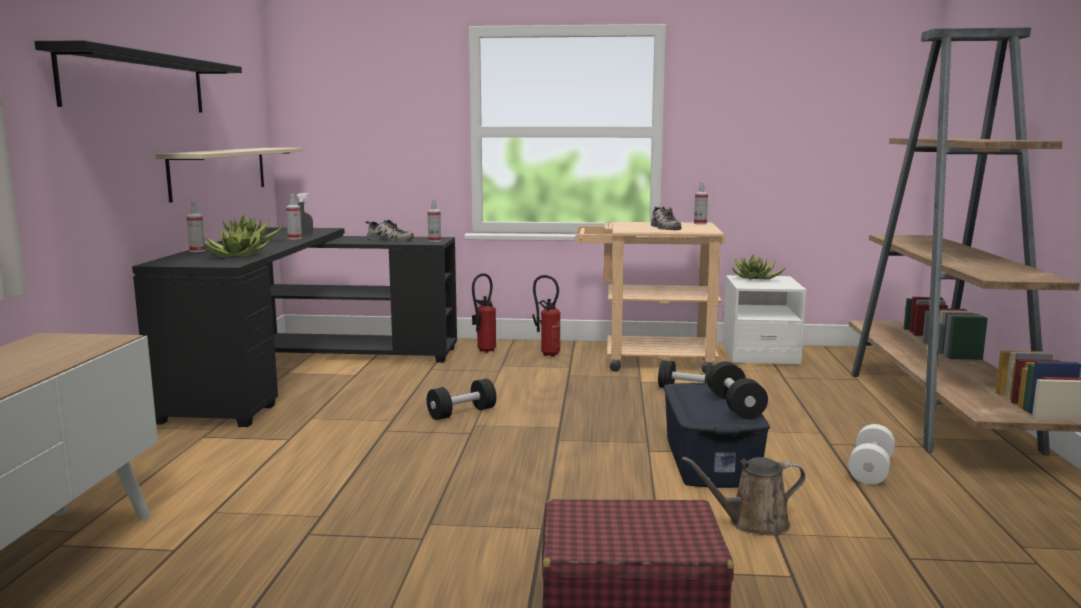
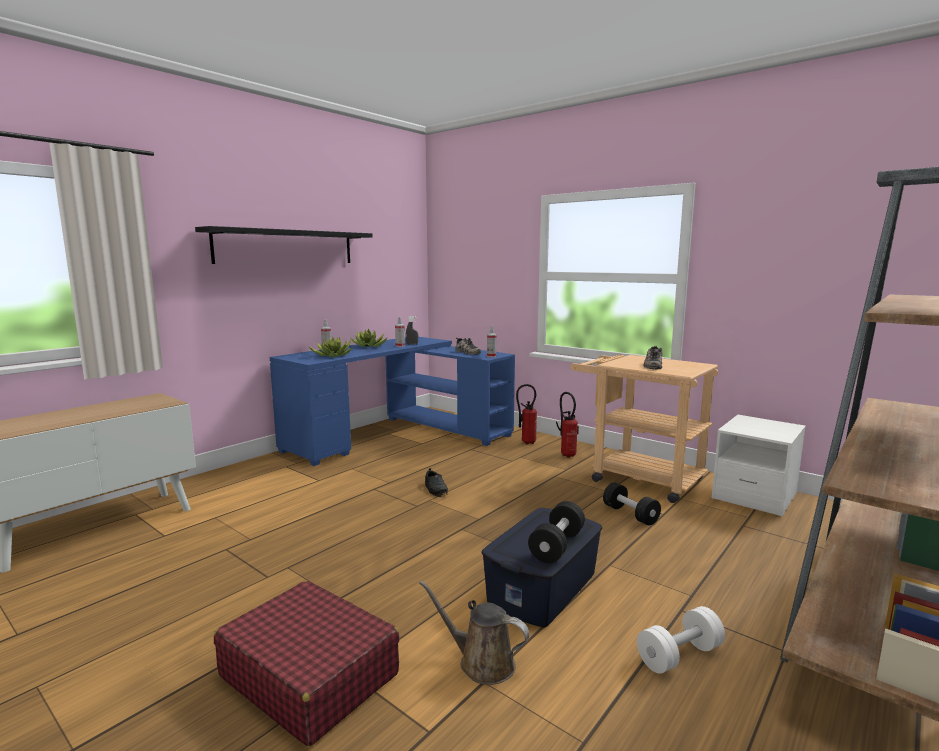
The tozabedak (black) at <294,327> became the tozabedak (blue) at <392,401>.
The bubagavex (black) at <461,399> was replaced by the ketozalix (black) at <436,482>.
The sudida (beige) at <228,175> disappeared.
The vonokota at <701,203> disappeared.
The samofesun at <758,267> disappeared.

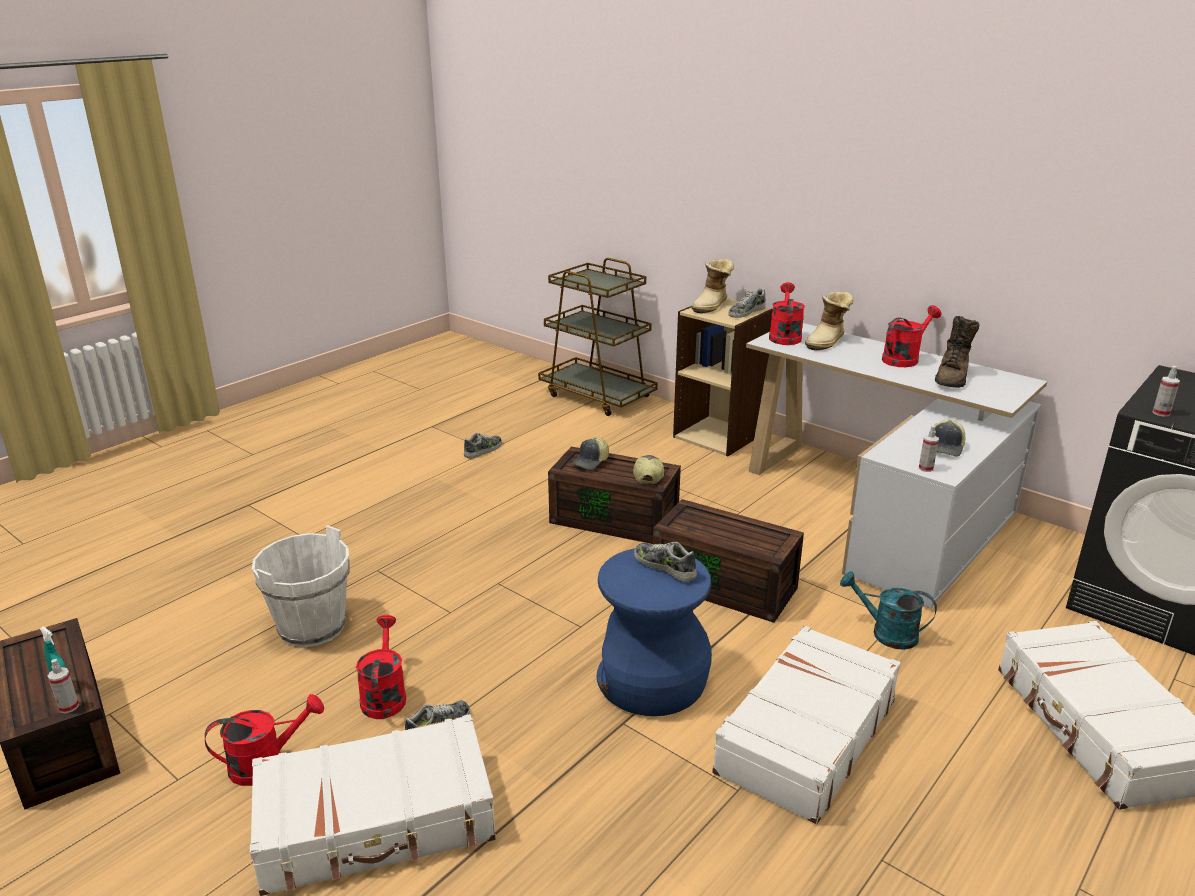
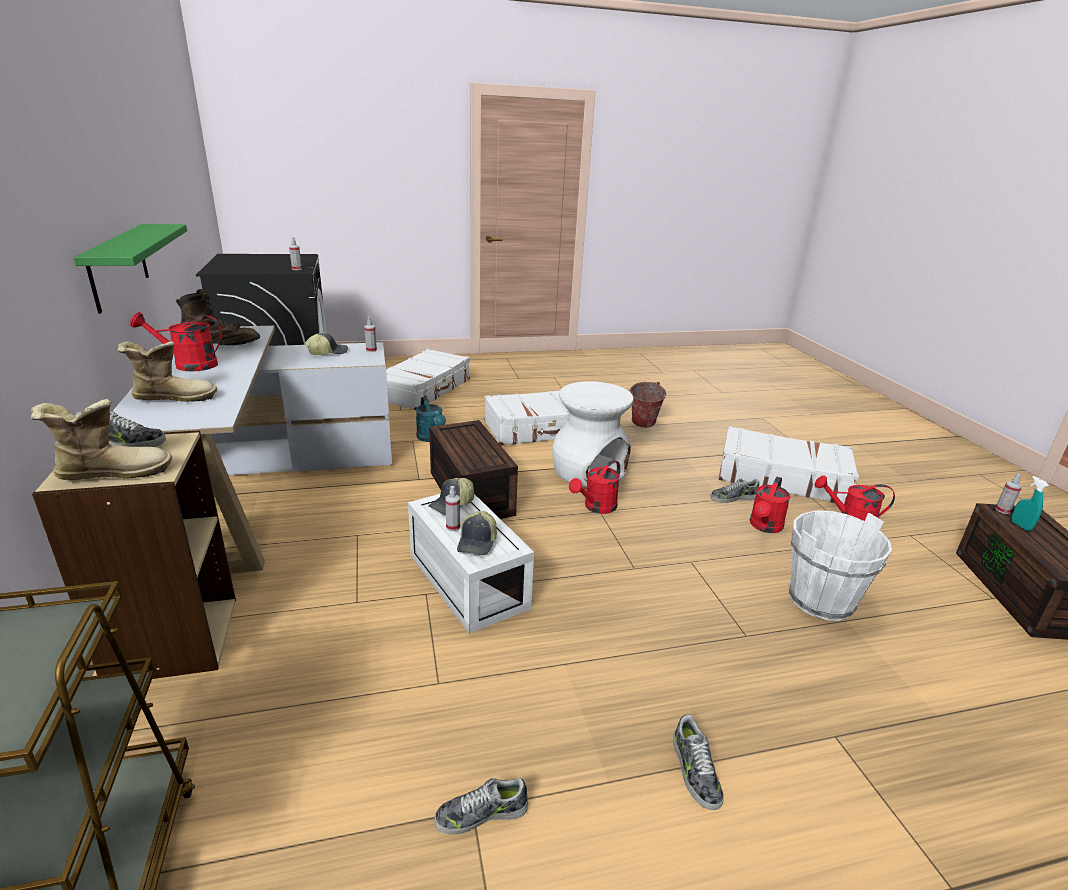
The sudida (green) at <130,269> appeared.
The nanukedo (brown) at <614,495> became the nanukedo (white) at <471,564>.
The vonokota at <452,508> appeared.
The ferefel at <590,454> turned 120 degrees clockwise.
The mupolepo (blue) at <654,632> became the mupolepo (white) at <593,434>.
The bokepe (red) moved from <787,313> to <595,487>.
The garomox at <647,405> appeared.
The ketozalix moved from <665,562> to <698,762>.

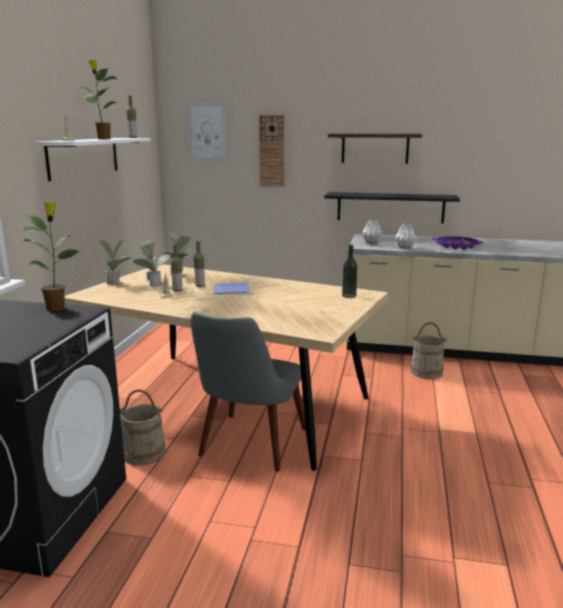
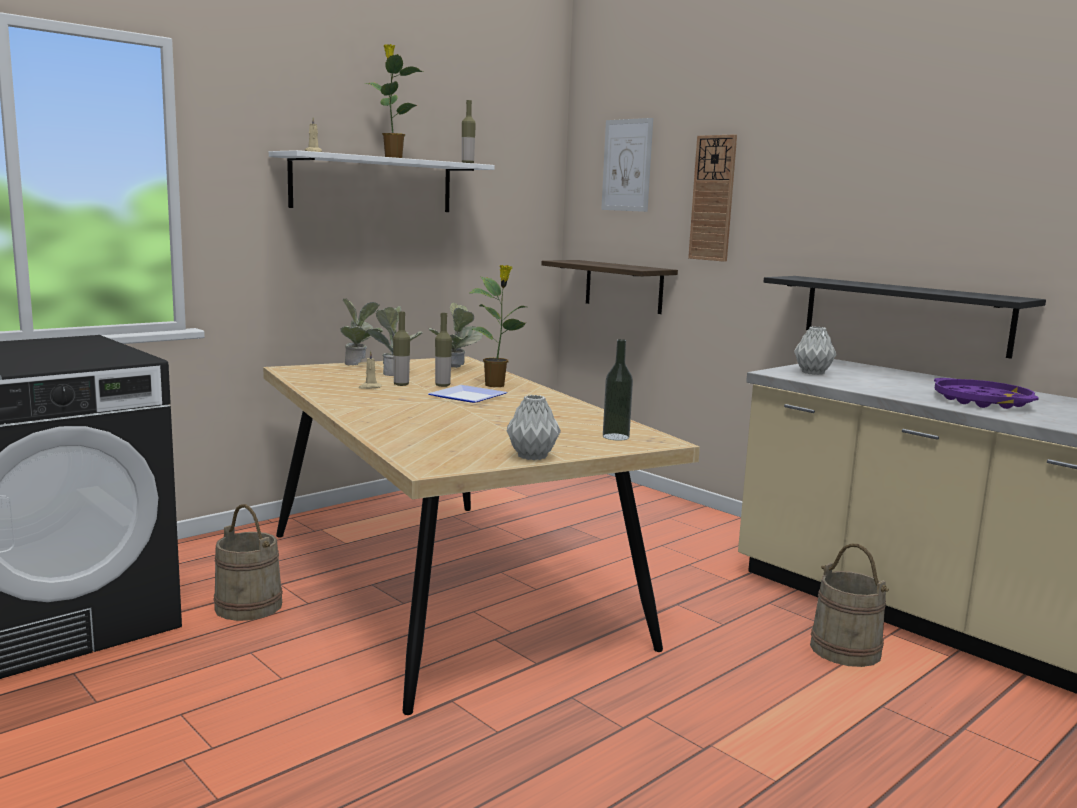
The samofesun moved from <52,256> to <498,326>.
The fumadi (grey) moved from <406,237> to <534,427>.
The sudida moved from <375,148> to <609,287>.
The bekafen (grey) at <248,391> disappeared.

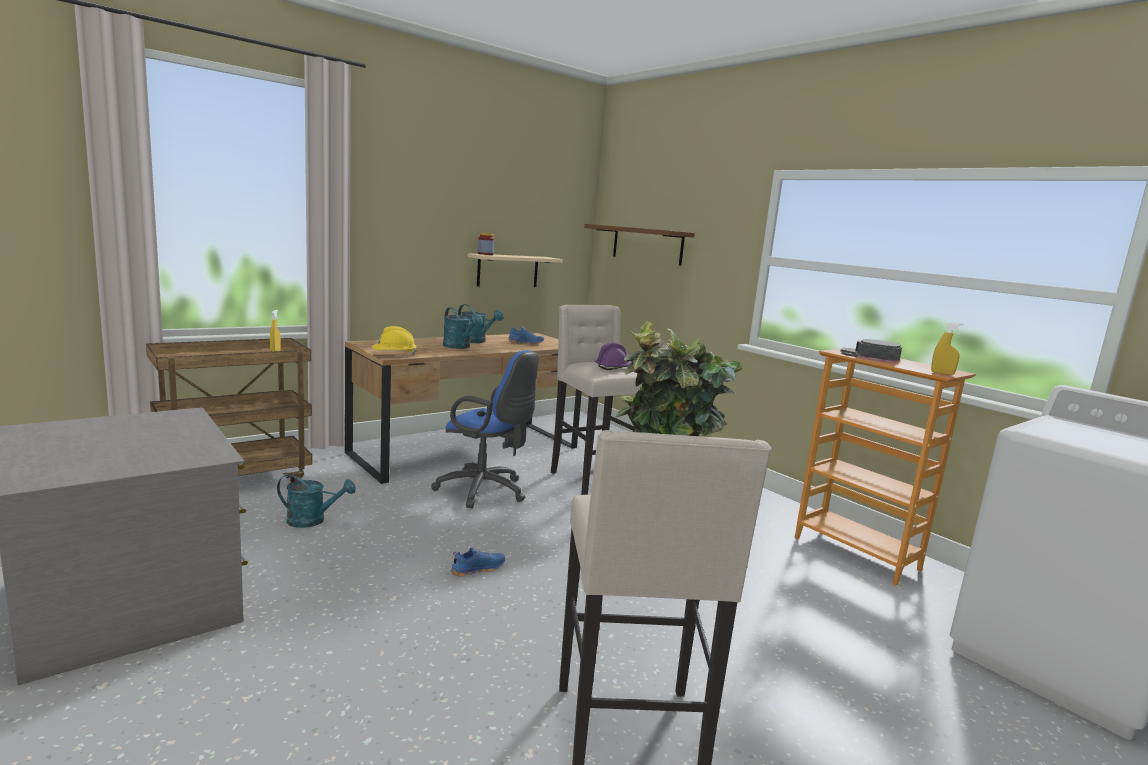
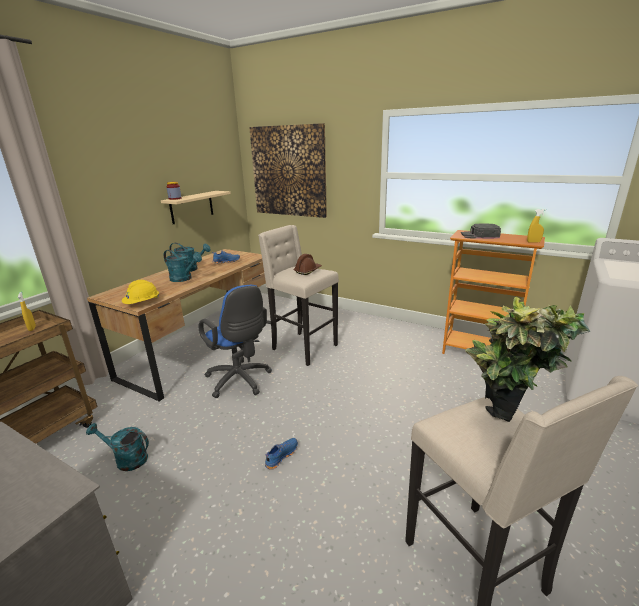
The bokepe (turquoise) at <316,501> turned 150 degrees counterclockwise.
The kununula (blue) at <485,429> turned 45 degrees clockwise.
The sudida (brown) at <639,245> was replaced by the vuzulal at <288,170>.
The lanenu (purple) at <613,356> became the lanenu (brown) at <307,264>.

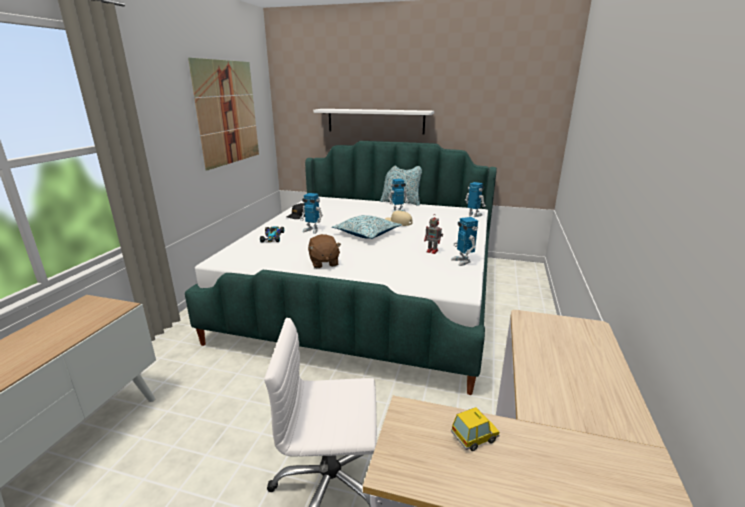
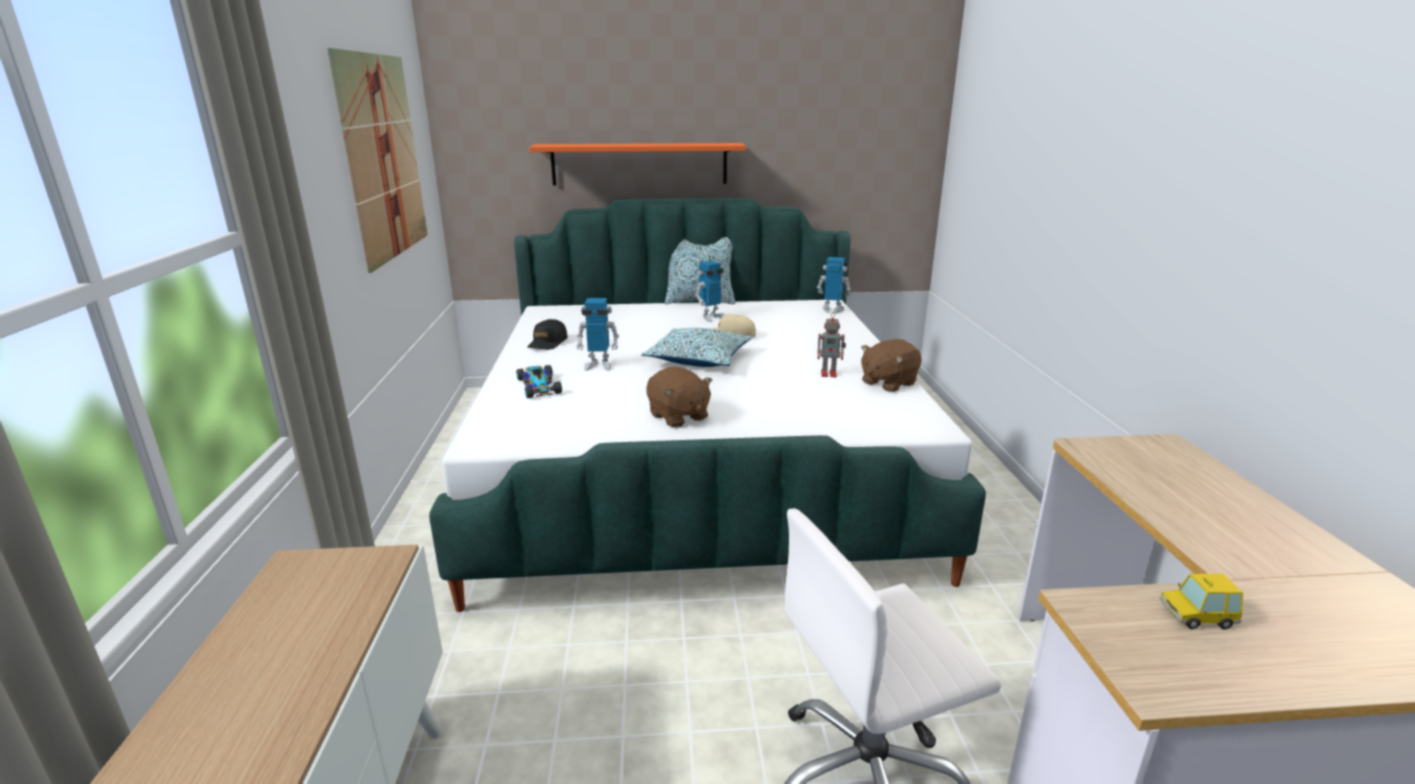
The sudida (white) at <373,122> became the sudida (orange) at <637,164>.
The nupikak at <464,241> was replaced by the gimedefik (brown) at <891,365>.
The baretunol at <475,429> turned 135 degrees counterclockwise.

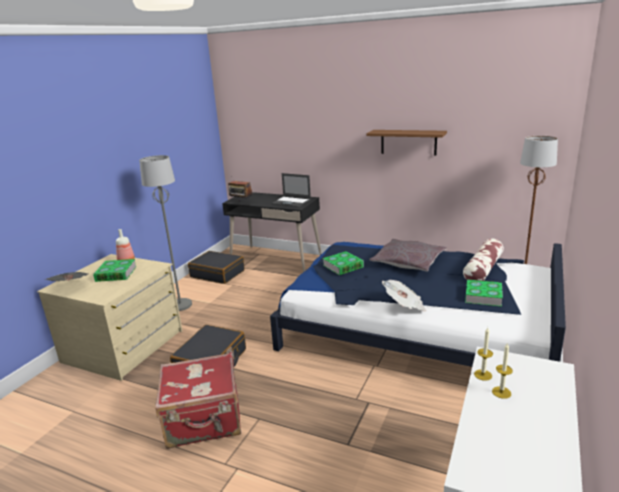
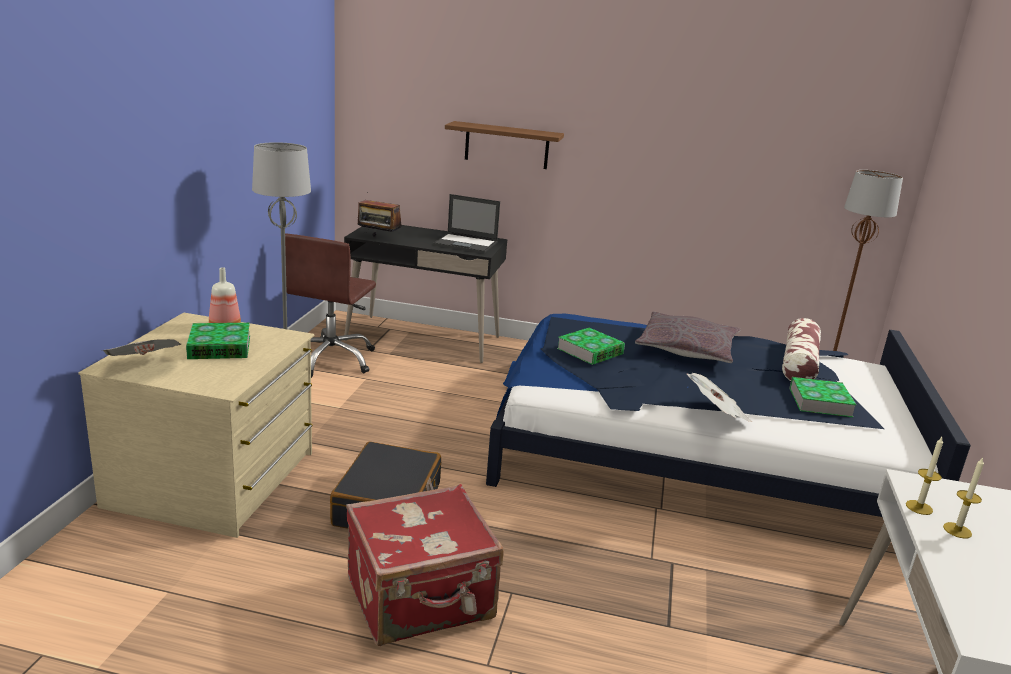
The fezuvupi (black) at <216,267> was replaced by the kununula (brown) at <330,306>.
The sudida (brown) moved from <406,143> to <504,145>.

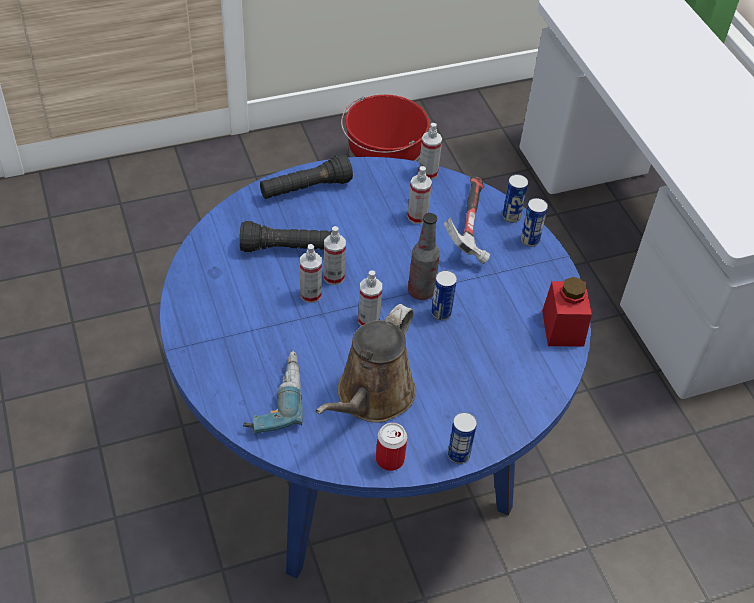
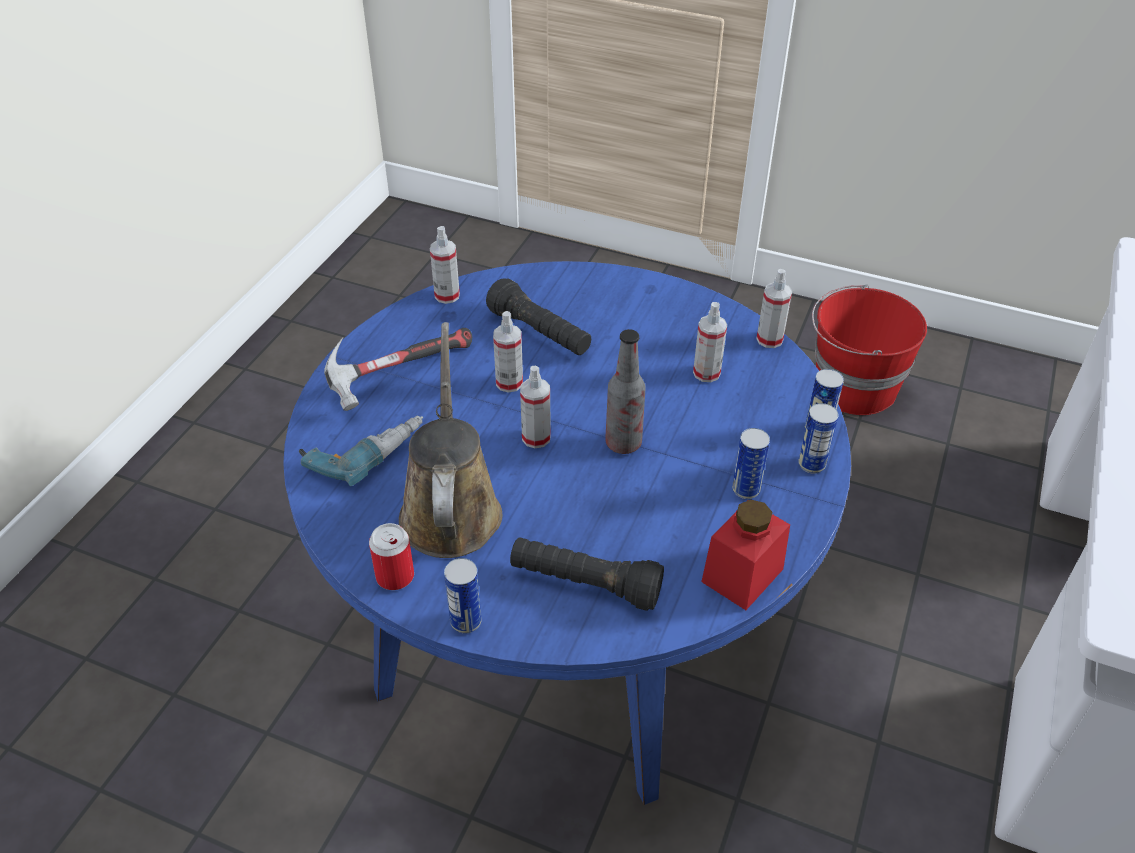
The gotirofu moved from <467,219> to <398,369>.
The bokepe (brown) at <365,363> turned 105 degrees clockwise.
The vonokota moved from <335,255> to <445,265>.
The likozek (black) moved from <306,176> to <587,574>.
The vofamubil moved from <444,295> to <751,463>.

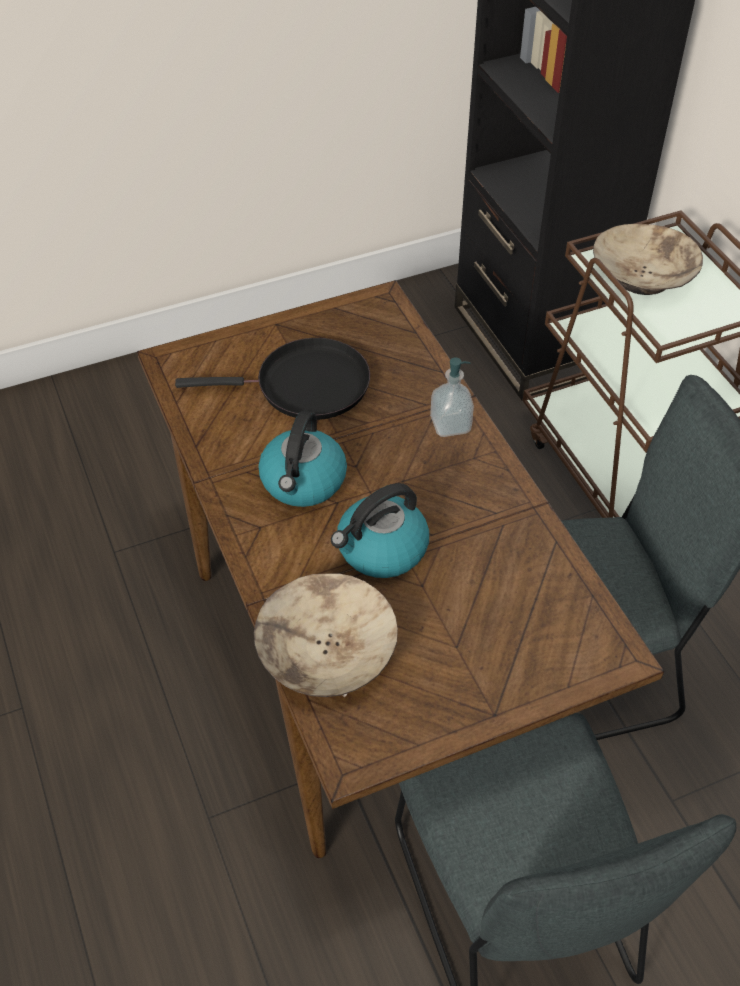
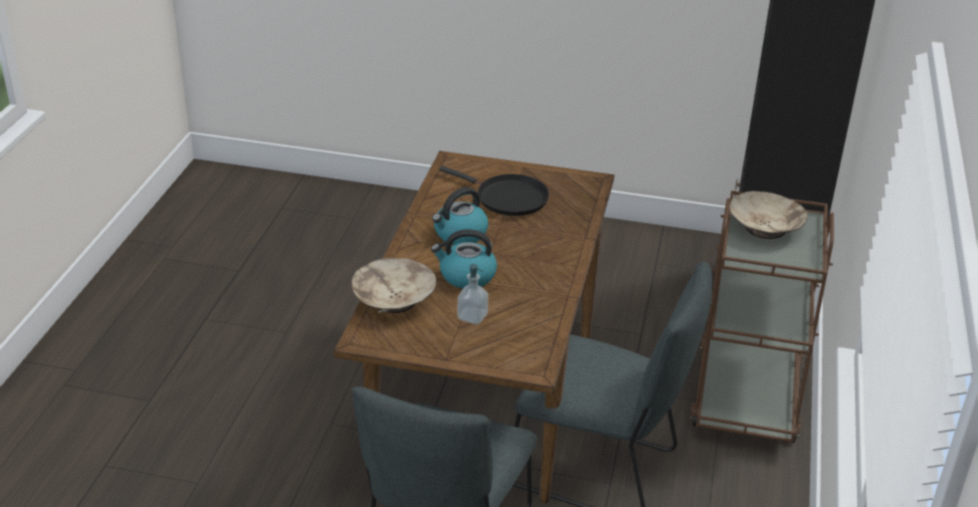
The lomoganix moved from <452,397> to <472,294>.

